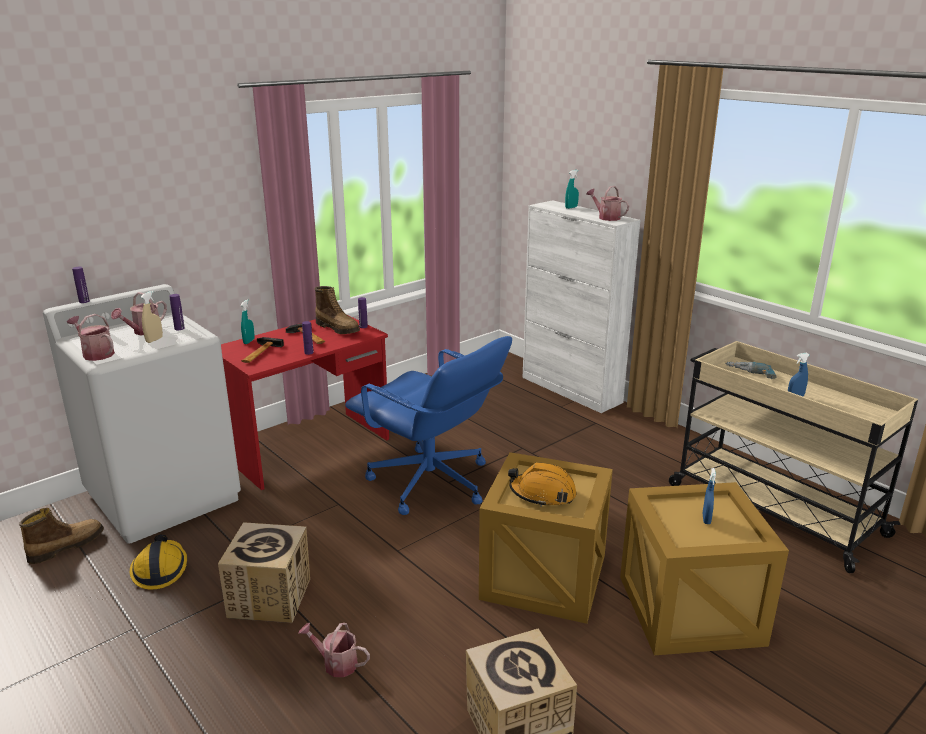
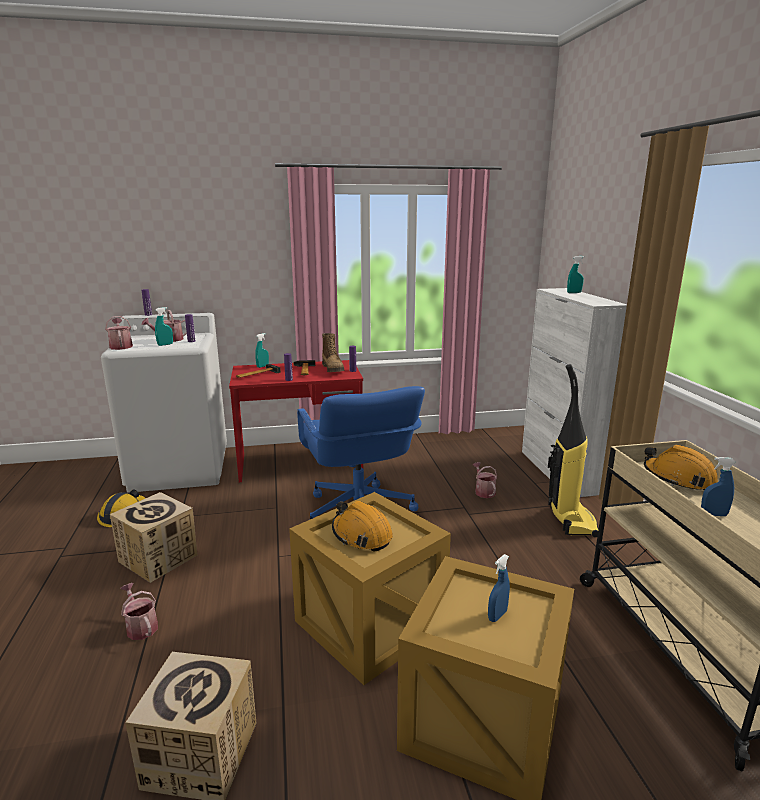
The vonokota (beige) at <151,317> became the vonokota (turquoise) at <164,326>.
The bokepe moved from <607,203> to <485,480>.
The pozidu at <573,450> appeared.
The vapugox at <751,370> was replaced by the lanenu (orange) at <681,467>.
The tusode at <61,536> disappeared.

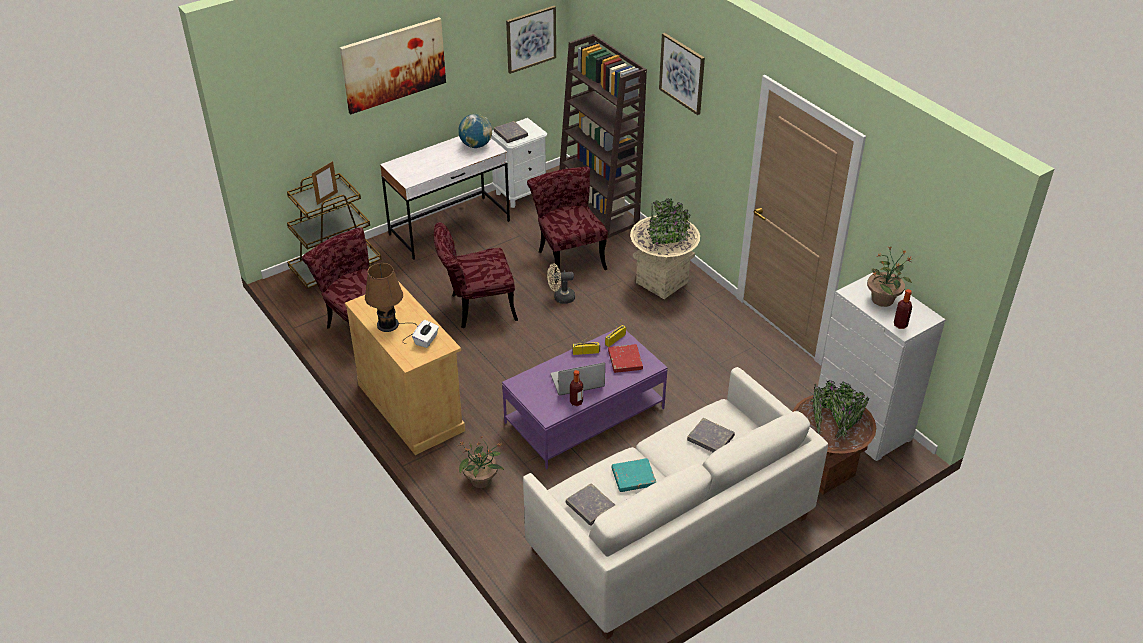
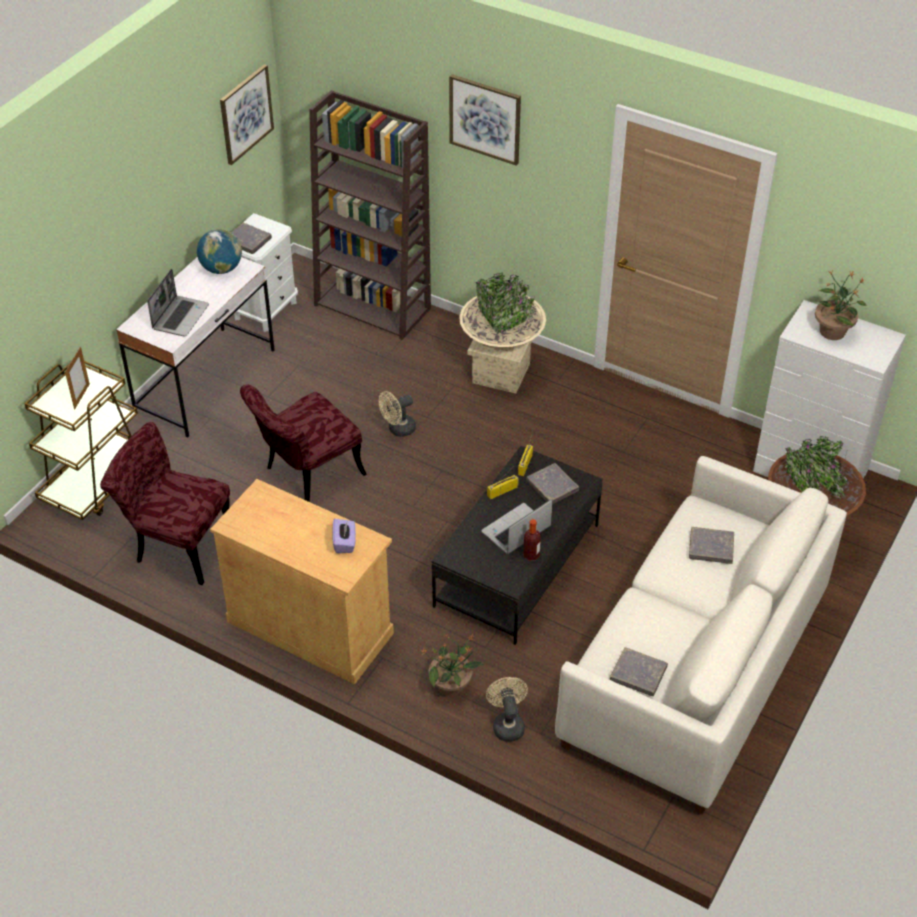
The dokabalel at <178,302> appeared.
The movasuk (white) at <425,334> became the movasuk (purple) at <344,536>.
The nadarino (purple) at <585,398> became the nadarino (black) at <517,545>.
The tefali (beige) at <507,709> appeared.
The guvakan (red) at <625,358> became the guvakan (grey) at <552,483>.
The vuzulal at <393,65> disappeared.
The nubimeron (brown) at <391,303> disappeared.
The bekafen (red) at <567,225> disappeared.
The guvakan (turquoise) at <634,475> disappeared.
The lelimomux at <903,309> disappeared.

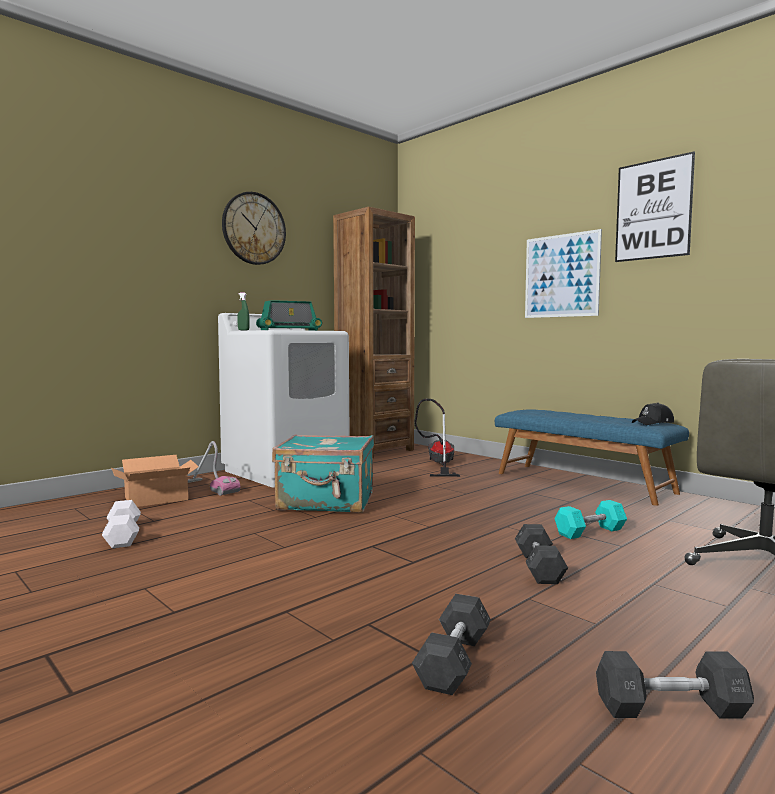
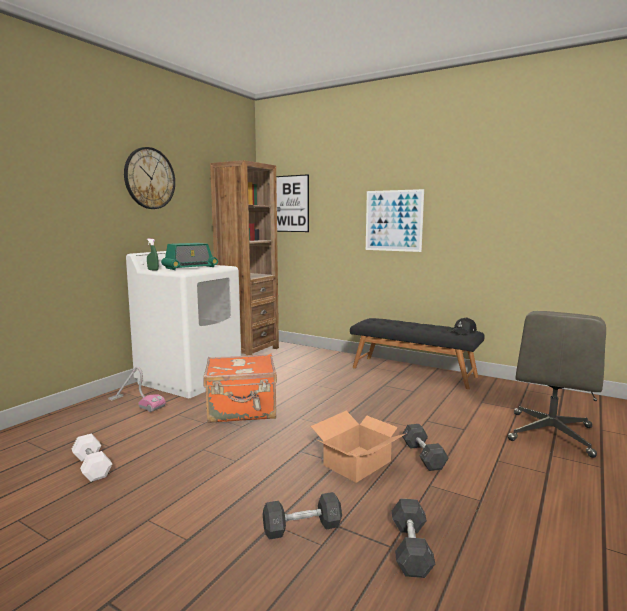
The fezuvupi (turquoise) at <323,473> became the fezuvupi (orange) at <240,388>.
The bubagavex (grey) moved from <675,684> to <302,516>.
The vuzulal moved from <655,206> to <292,203>.
The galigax moved from <155,481> to <359,447>.
The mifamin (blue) at <592,457> became the mifamin (black) at <417,353>.
The pozidu at <437,438> disappeared.
The bubagavex (turquoise) at <591,519> disappeared.

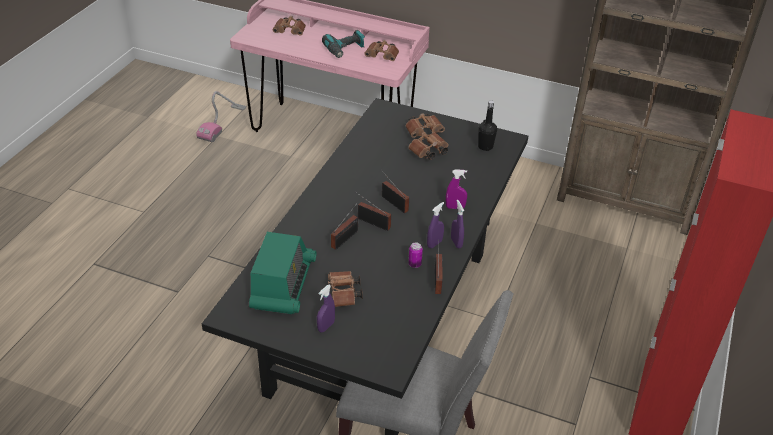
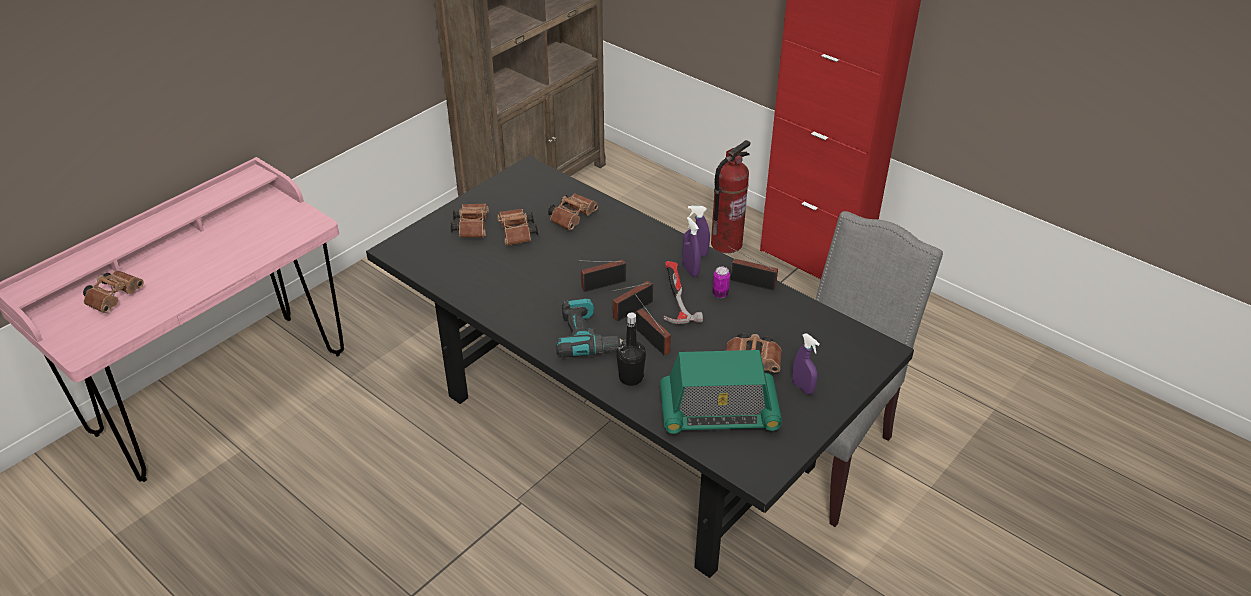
The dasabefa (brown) moved from <381,50> to <573,212>.
The vapugox moved from <343,44> to <589,328>.
The lelimomux (black) moved from <487,125> to <631,349>.
The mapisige at <283,273> turned 150 degrees clockwise.
The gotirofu at <683,292> appeared.
The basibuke at <731,196> appeared.
The pozidu at <221,116> disappeared.
The vonokota (purple) at <456,189> disappeared.

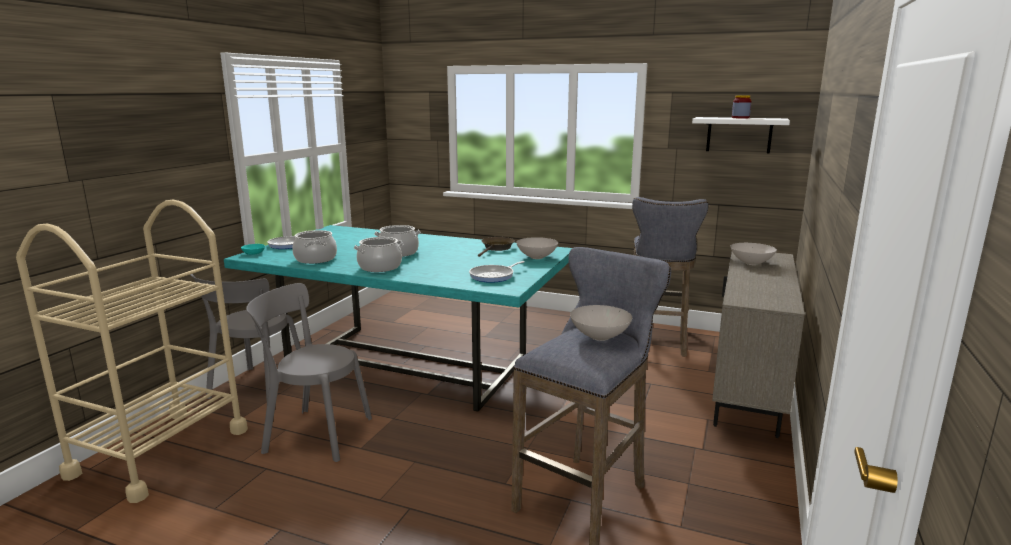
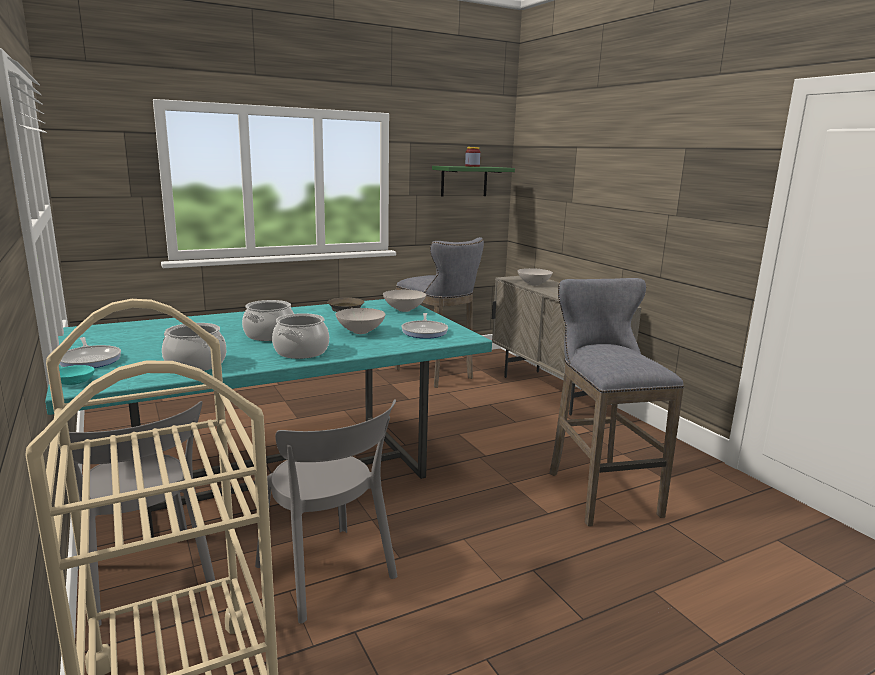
The bekafen (grey) at <309,372> turned 90 degrees counterclockwise.
The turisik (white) moved from <601,323> to <361,321>.
The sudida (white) at <741,135> became the sudida (green) at <473,181>.

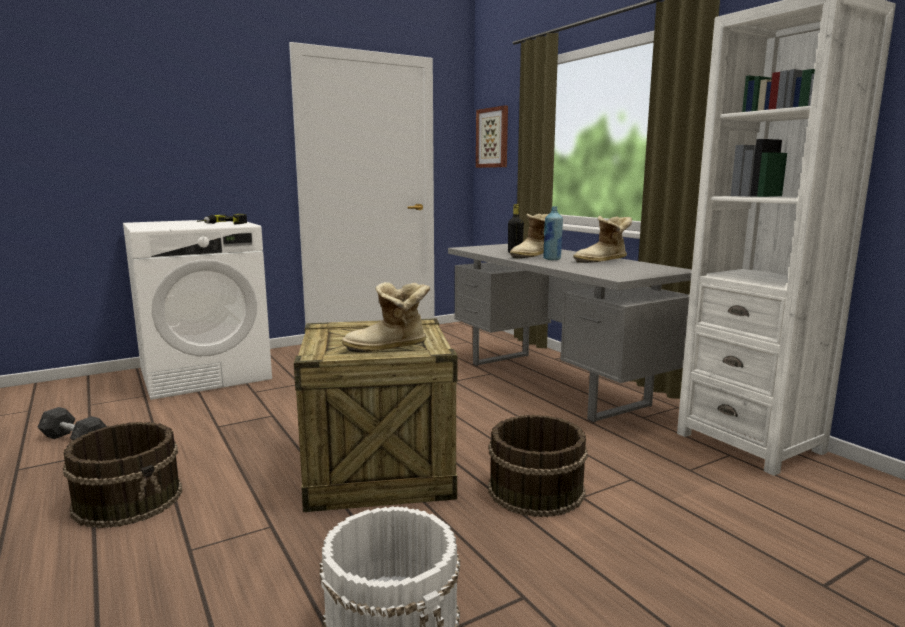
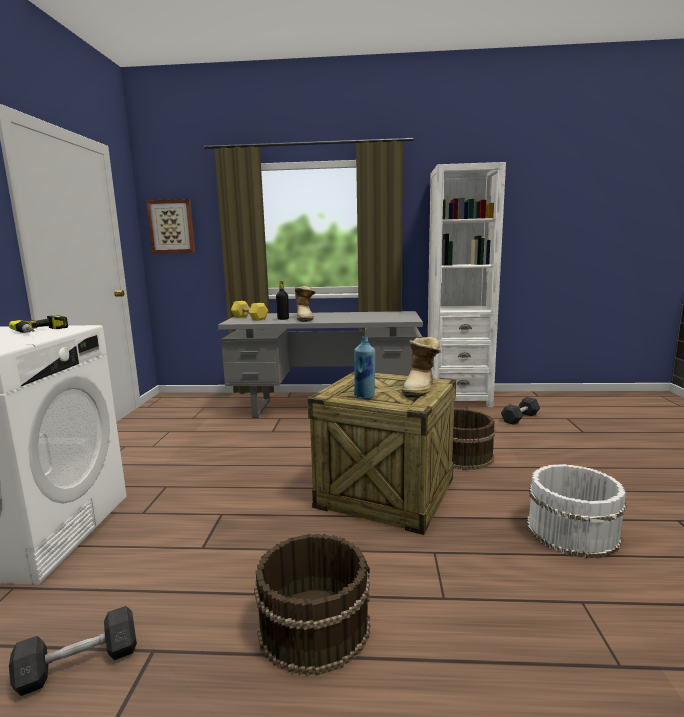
The bubagavex (yellow) at <249,311> appeared.
The lelimomux (blue) moved from <553,233> to <364,368>.
The bubagavex (grey) at <520,411> appeared.
The tusode at <602,239> disappeared.

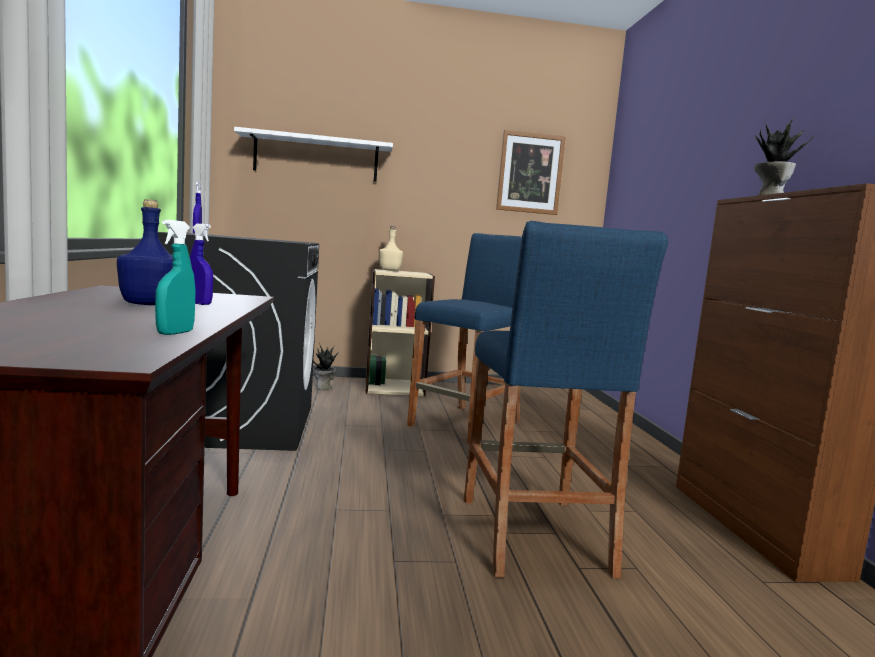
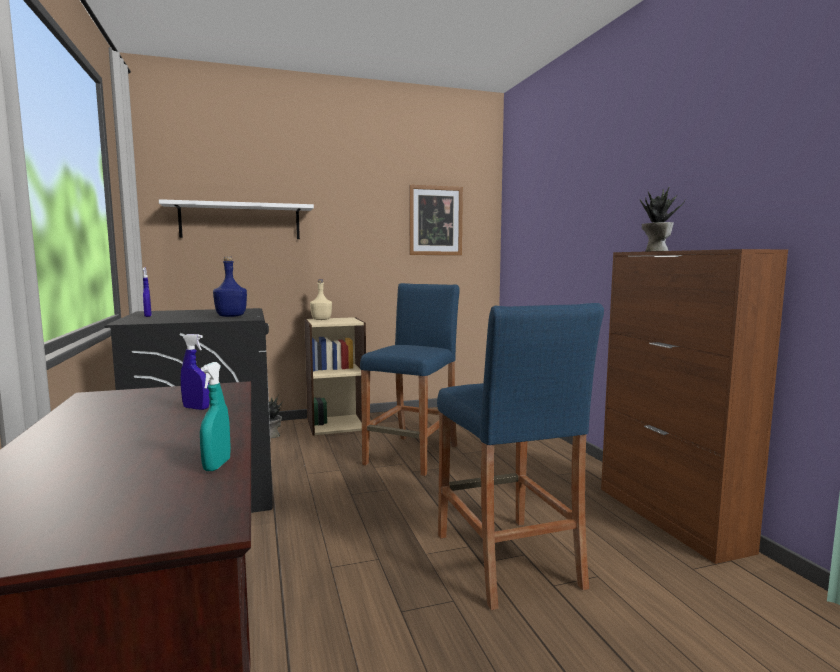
The lelimomux (blue) moved from <145,252> to <230,286>.

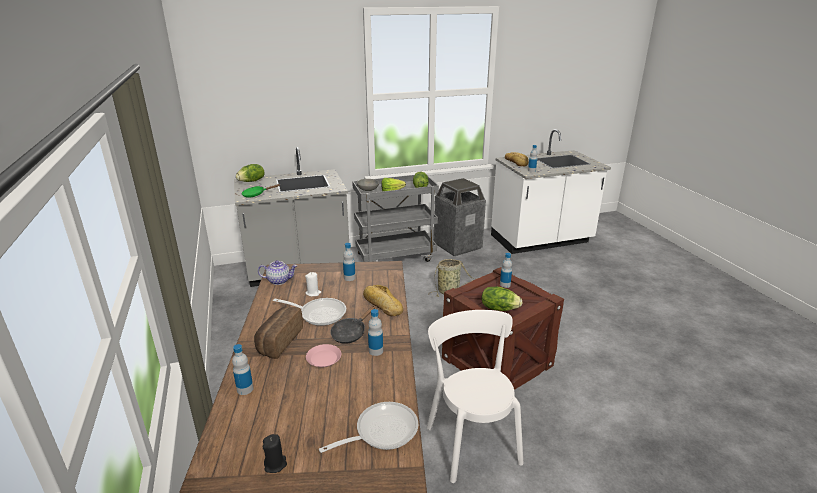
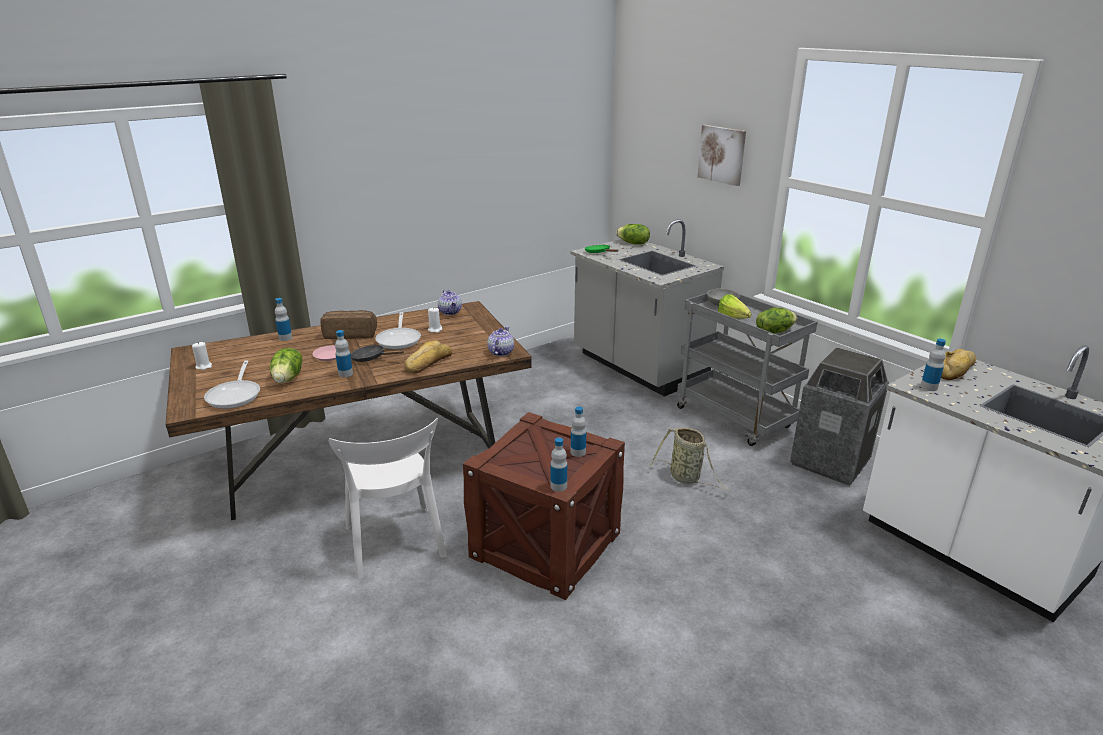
The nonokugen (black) at <275,453> became the nonokugen (white) at <202,356>.
The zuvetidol at <369,427> turned 45 degrees clockwise.
The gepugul moved from <502,299> to <286,365>.
The bekafen (white) at <474,396> turned 105 degrees clockwise.
The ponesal at <500,341> appeared.
The lelimomux moved from <349,262> to <559,465>.
The vuzulal at <721,155> appeared.

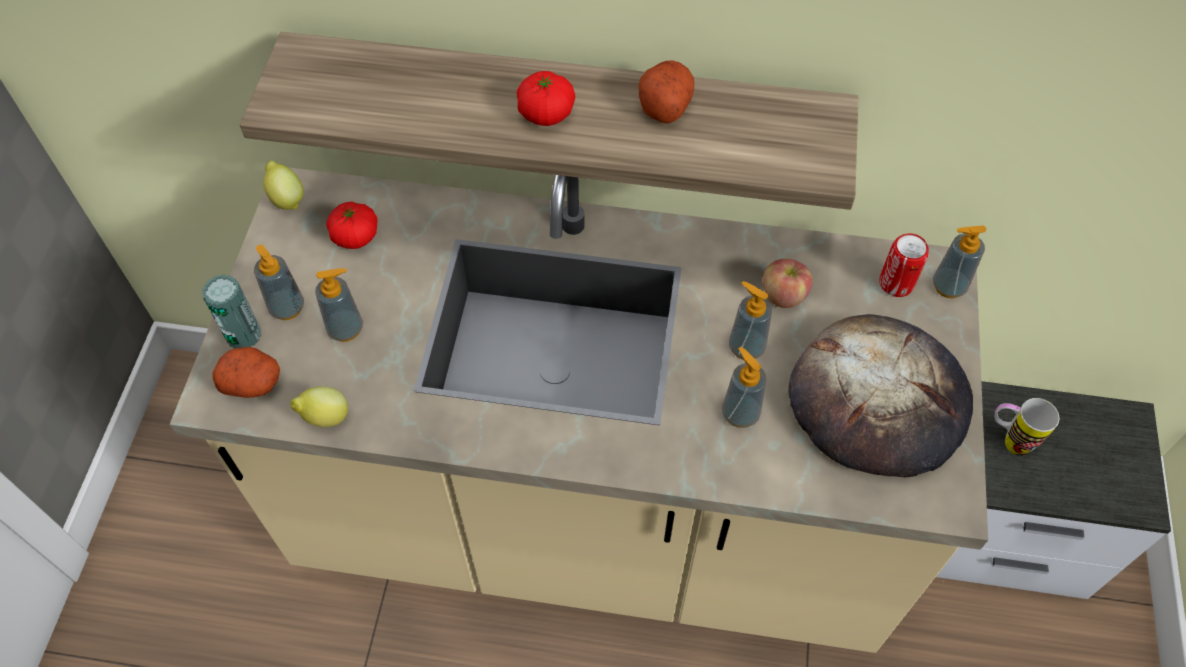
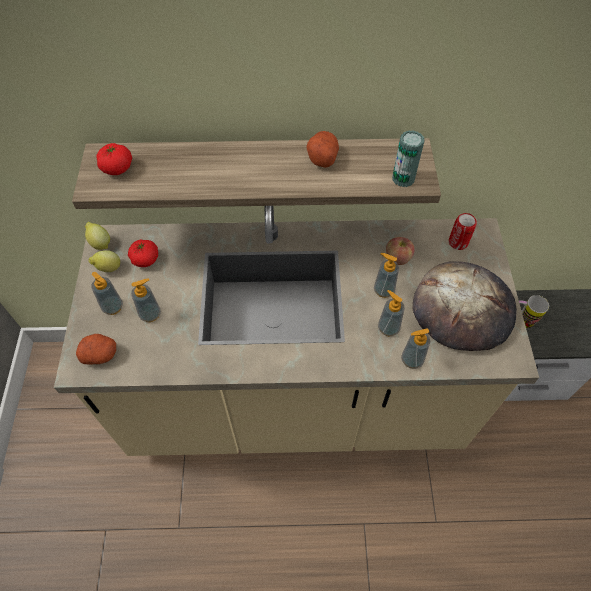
The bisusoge moved from <319,406> to <104,261>.
The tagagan moved from <546,98> to <114,159>.
The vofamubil moved from <231,311> to <408,158>.
The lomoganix moved from <959,262> to <415,349>.

